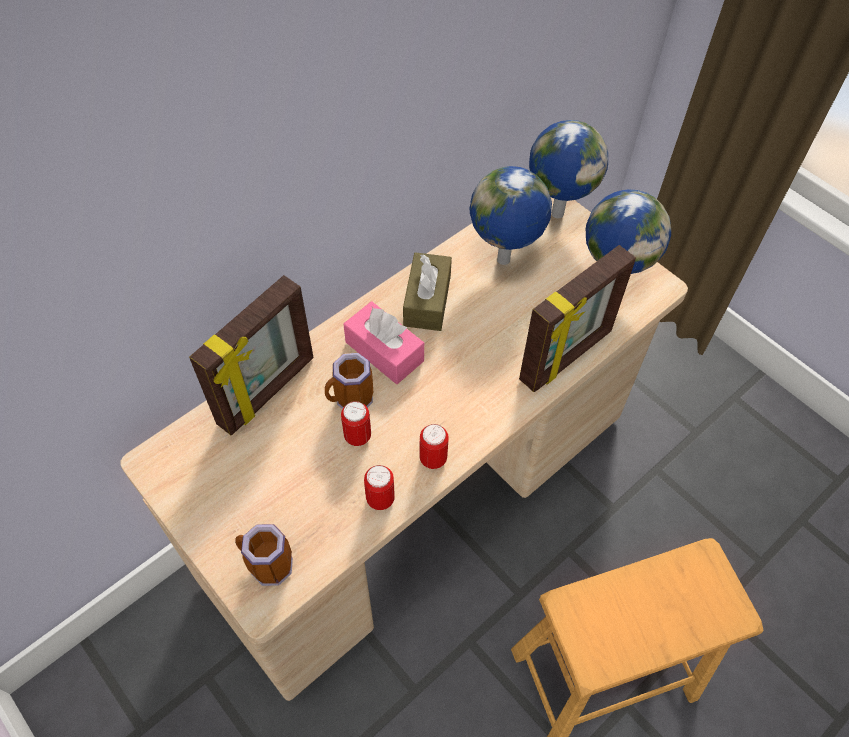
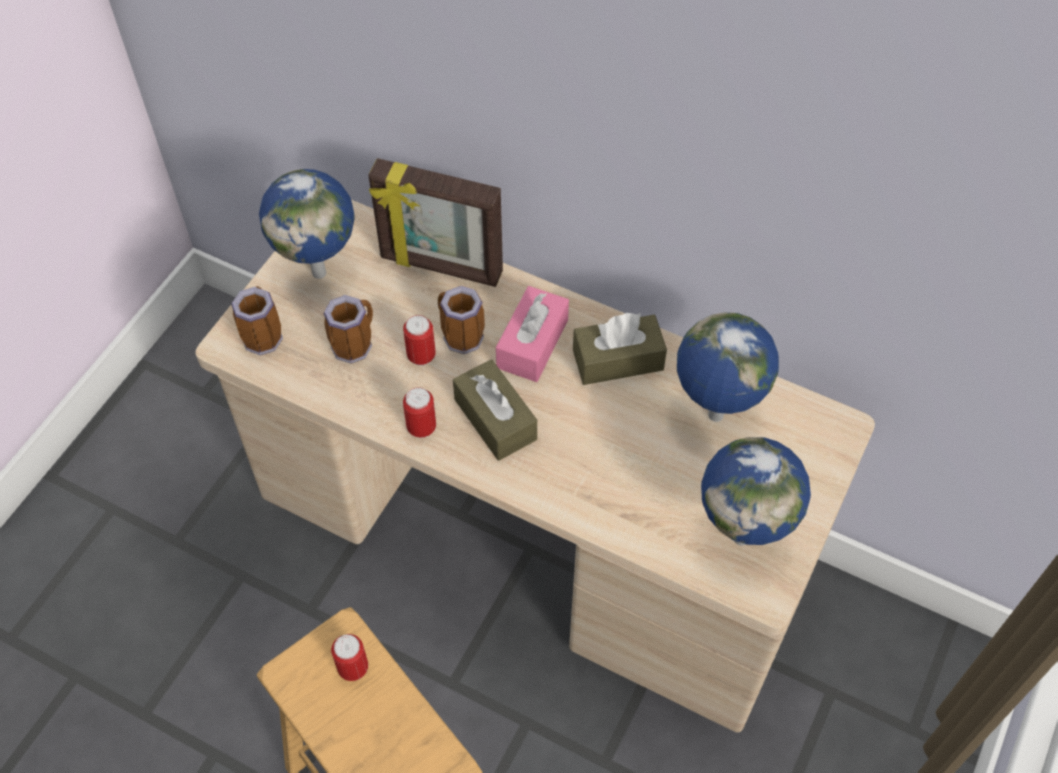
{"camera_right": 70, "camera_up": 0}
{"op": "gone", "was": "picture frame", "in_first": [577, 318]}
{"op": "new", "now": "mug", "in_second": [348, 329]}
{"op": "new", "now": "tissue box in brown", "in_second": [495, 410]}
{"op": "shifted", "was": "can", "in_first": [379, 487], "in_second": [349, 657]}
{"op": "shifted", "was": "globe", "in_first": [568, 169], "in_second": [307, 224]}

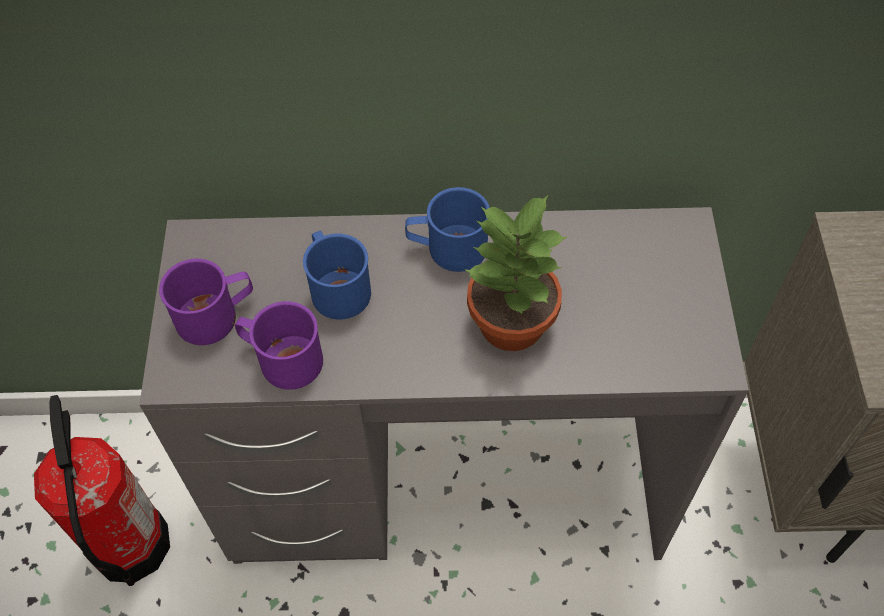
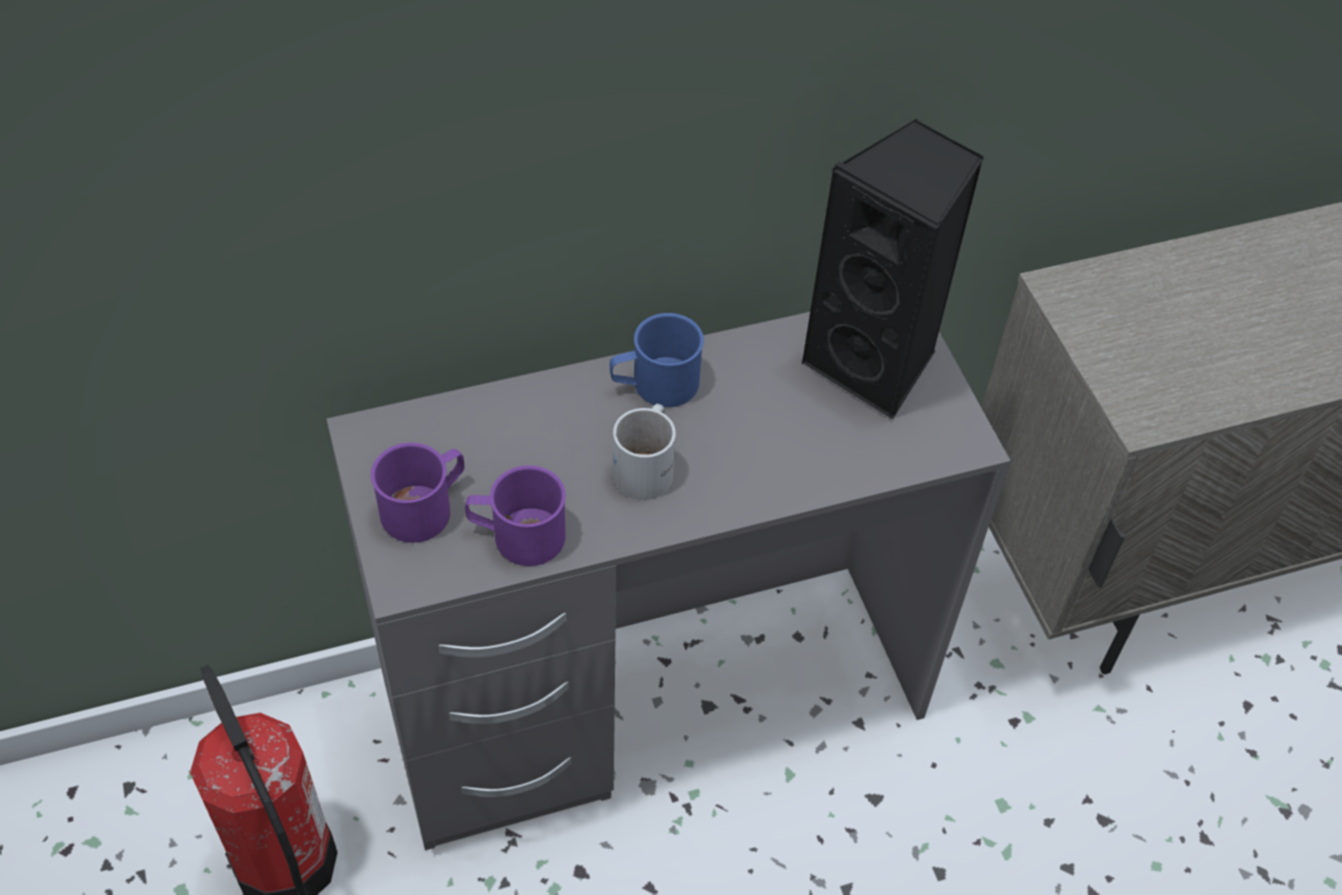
{"camera_right": -20, "camera_up": -5}
{"op": "gone", "was": "mug in blue", "in_first": [337, 275]}
{"op": "gone", "was": "potted plant", "in_first": [515, 272]}
{"op": "new", "now": "mug in white", "in_second": [644, 452]}
{"op": "new", "now": "speaker in black", "in_second": [892, 270]}

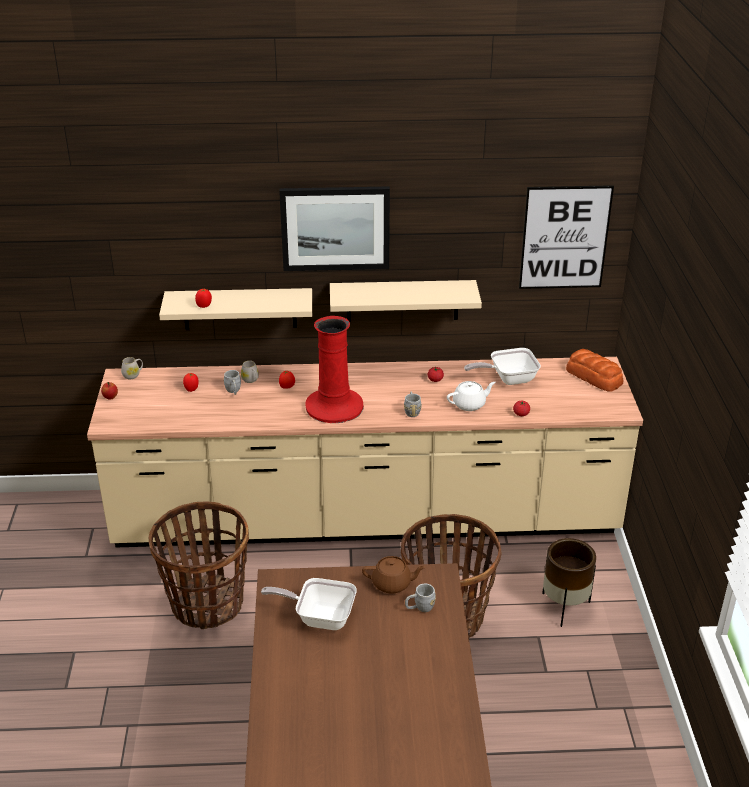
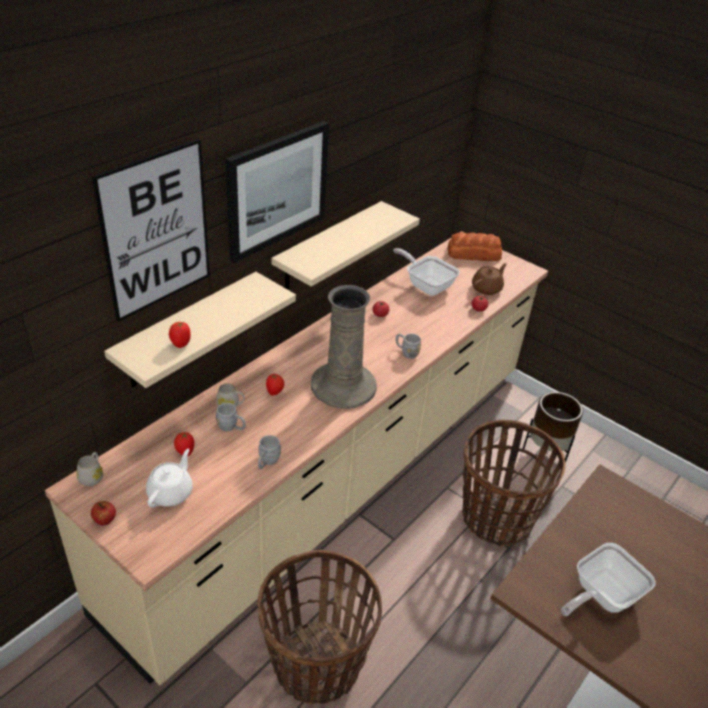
{"camera_right": -50, "camera_up": 5}
{"op": "shifted", "was": "teapot in brown", "in_first": [394, 575], "in_second": [489, 279]}
{"op": "shifted", "was": "mug in grey", "in_first": [420, 598], "in_second": [269, 452]}
{"op": "shifted", "was": "teapot in white", "in_first": [471, 396], "in_second": [169, 478]}
{"op": "shifted", "was": "picture", "in_first": [566, 237], "in_second": [151, 230]}
{"op": "repainted", "was": "vase in red", "now": "vase in beige", "in_first": [334, 369], "in_second": [344, 347]}
{"op": "rotated", "was": "frying pan", "in_first": [502, 366], "in_second": [426, 272], "clockwise": 105}

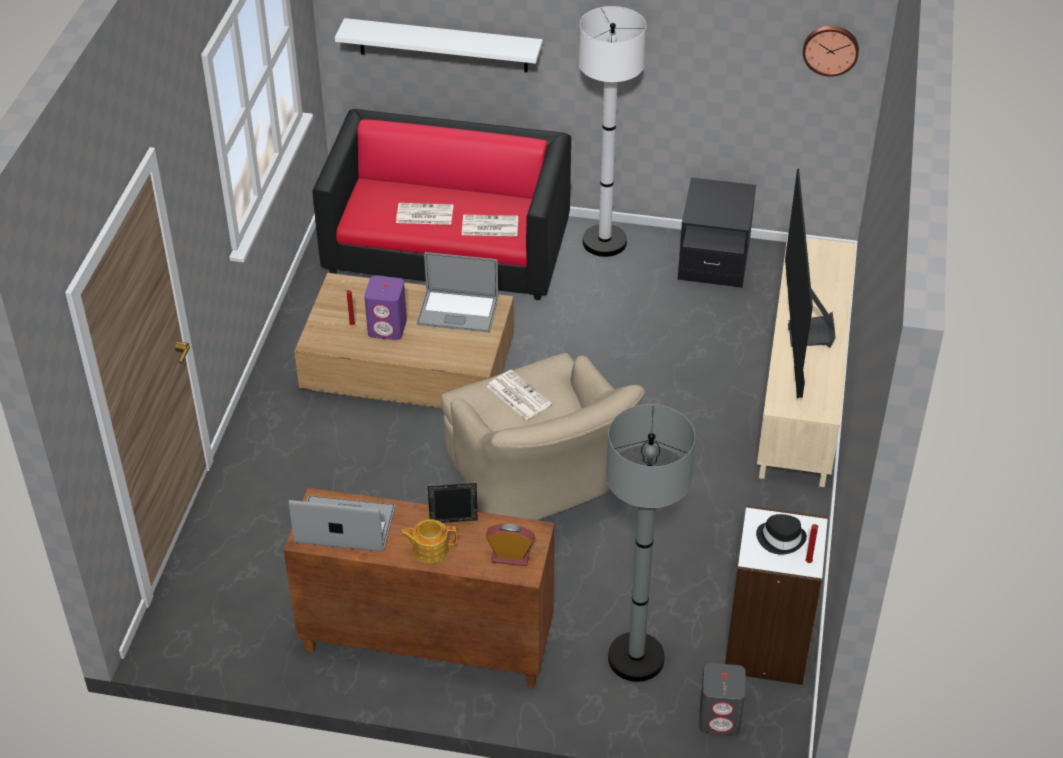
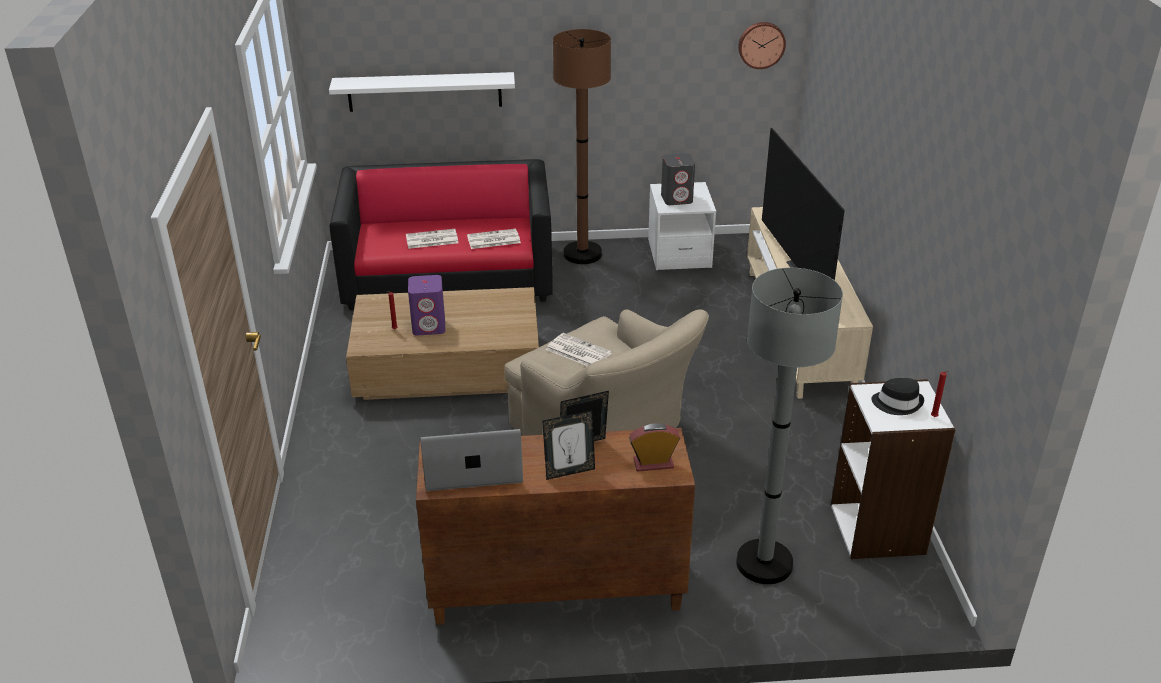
{"camera_right": -15, "camera_up": -10}
{"op": "gone", "was": "laptop", "in_first": [457, 292]}
{"op": "shifted", "was": "speaker in grey", "in_first": [722, 699], "in_second": [678, 179]}
{"op": "swapped", "was": "teapot", "now": "picture frame", "in_first": [428, 541], "in_second": [568, 445]}
{"op": "repainted", "was": "floor lamp in white", "now": "floor lamp in brown", "in_first": [612, 131], "in_second": [582, 146]}
{"op": "repainted", "was": "nightstand in black", "now": "nightstand in white", "in_first": [717, 232], "in_second": [682, 226]}

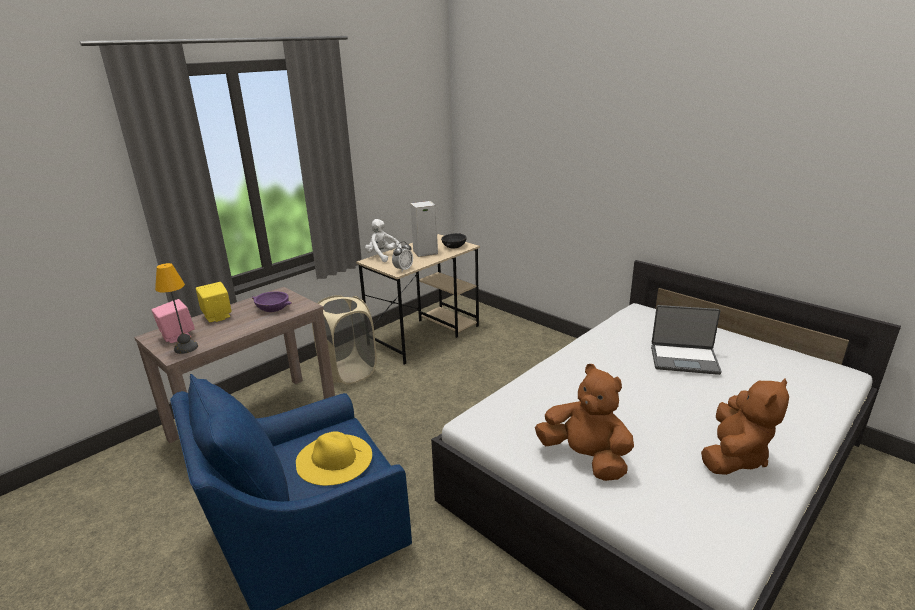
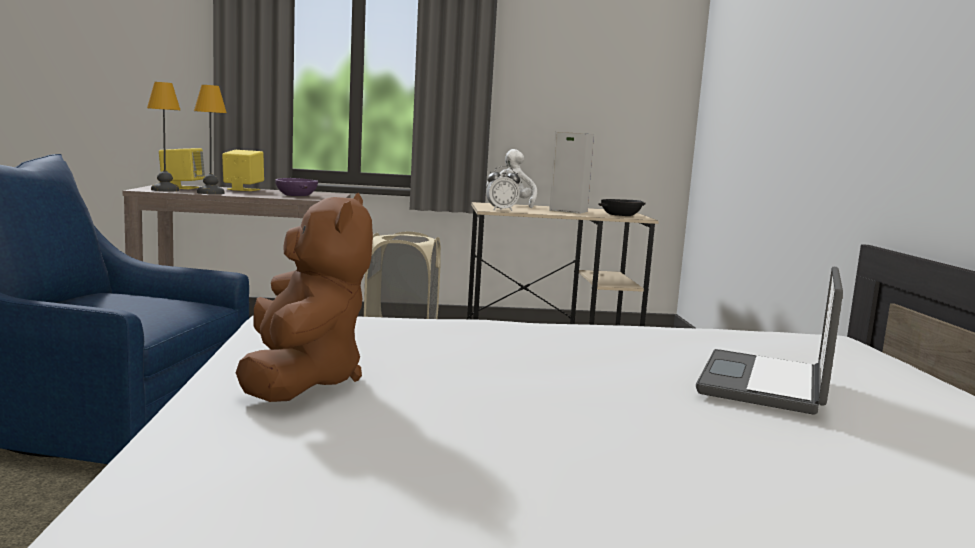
{"camera_right": 40, "camera_up": -15}
{"op": "gone", "was": "hat in yellow", "in_first": [334, 458]}
{"op": "gone", "was": "plush toy in brown", "in_first": [745, 427]}
{"op": "new", "now": "table lamp", "in_second": [210, 139]}
{"op": "repainted", "was": "speaker in pink", "now": "speaker in yellow", "in_first": [173, 321], "in_second": [182, 168]}
{"op": "rotated", "was": "laptop", "in_first": [686, 340], "in_second": [769, 341], "clockwise": 60}

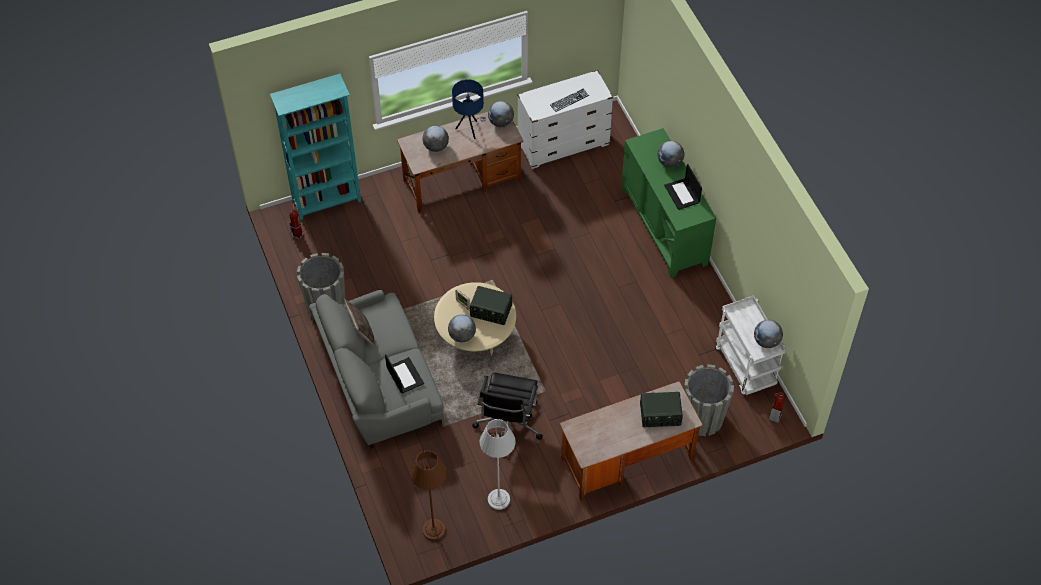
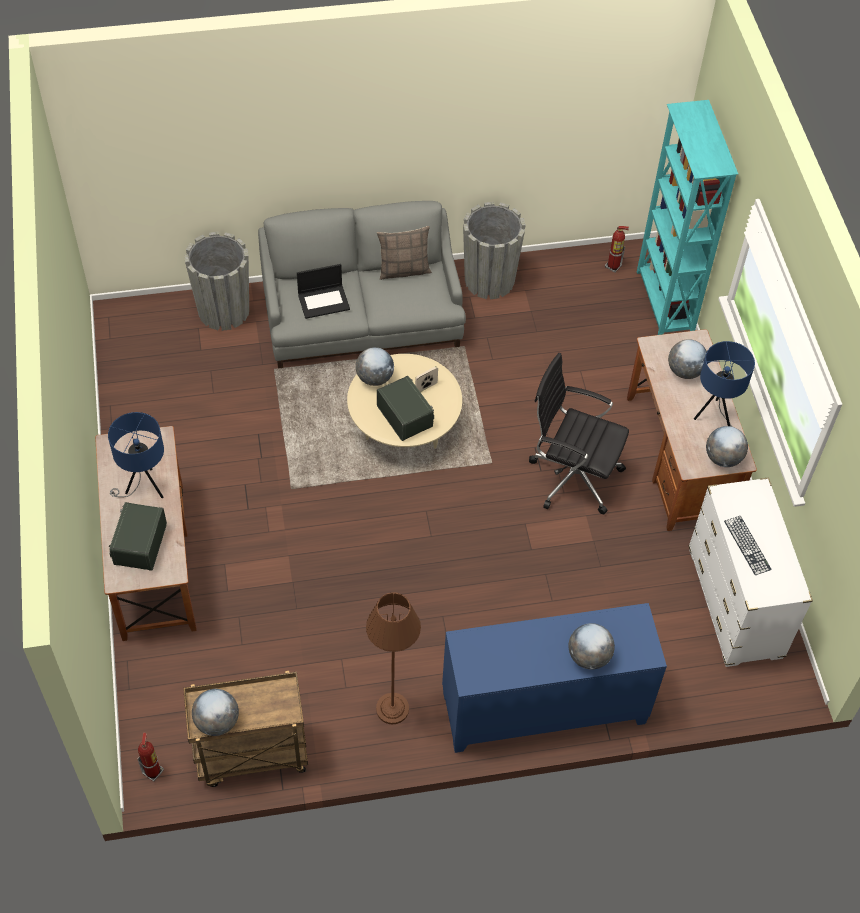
{"camera_right": 100, "camera_up": 0}
{"op": "gone", "was": "floor lamp in grey", "in_first": [497, 464]}
{"op": "gone", "was": "laptop", "in_first": [683, 187]}
{"op": "new", "now": "table lamp in blue", "in_second": [136, 455]}
{"op": "shifted", "was": "floor lamp in brown", "in_first": [428, 495], "in_second": [393, 658]}
{"op": "shifted", "was": "office chair in black", "in_first": [507, 406], "in_second": [579, 434]}
{"op": "shifted", "was": "planter in grey", "in_first": [709, 400], "in_second": [216, 281]}
{"op": "repainted", "was": "cabinet in green", "now": "cabinet in blue", "in_first": [669, 203], "in_second": [554, 678]}
{"op": "repainted", "was": "cart in white", "now": "cart in brown", "in_first": [750, 345], "in_second": [245, 729]}
{"op": "rotated", "was": "radio", "in_first": [491, 305], "in_second": [405, 408], "clockwise": 120}

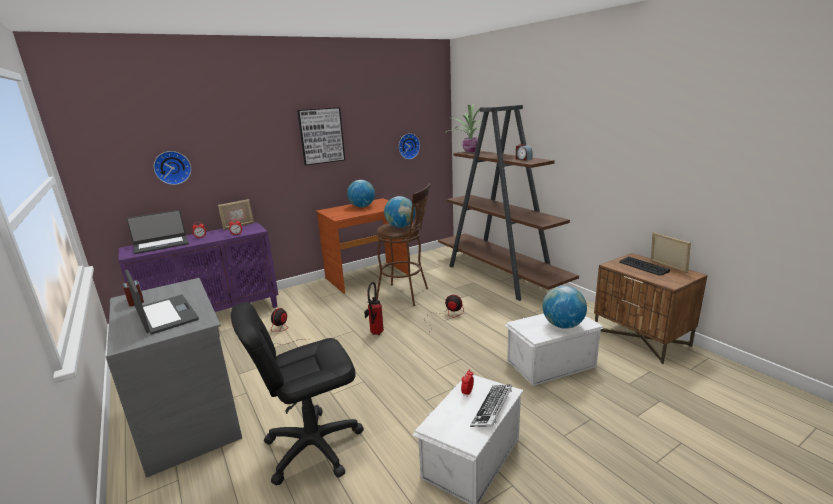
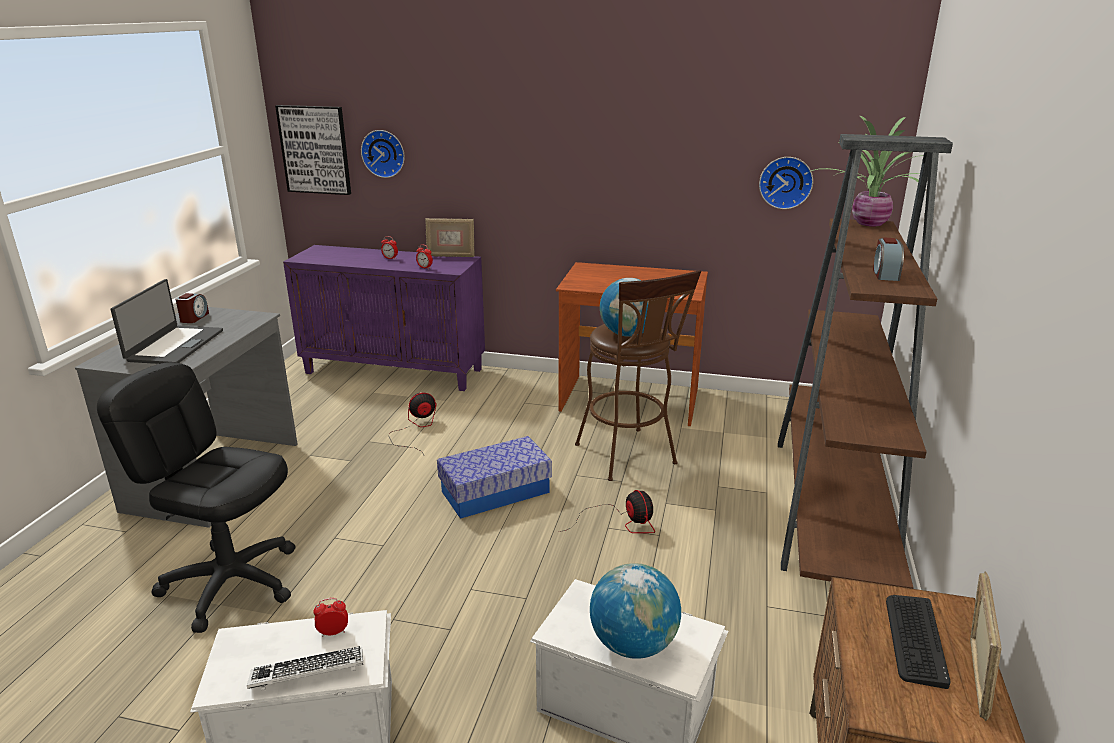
{"camera_right": 45, "camera_up": 5}
{"op": "gone", "was": "laptop", "in_first": [157, 232]}
{"op": "gone", "was": "globe", "in_first": [361, 194]}
{"op": "shifted", "was": "picture", "in_first": [321, 136], "in_second": [313, 150]}
{"op": "swapped", "was": "fire extinguisher", "now": "storage box", "in_first": [374, 308], "in_second": [494, 477]}

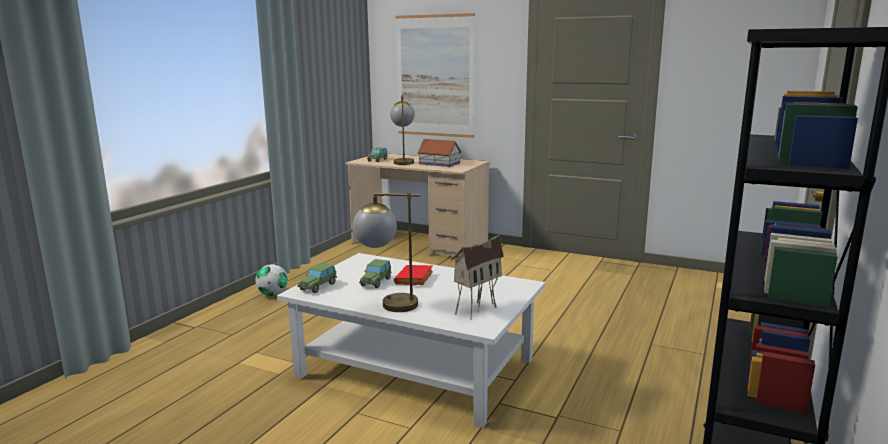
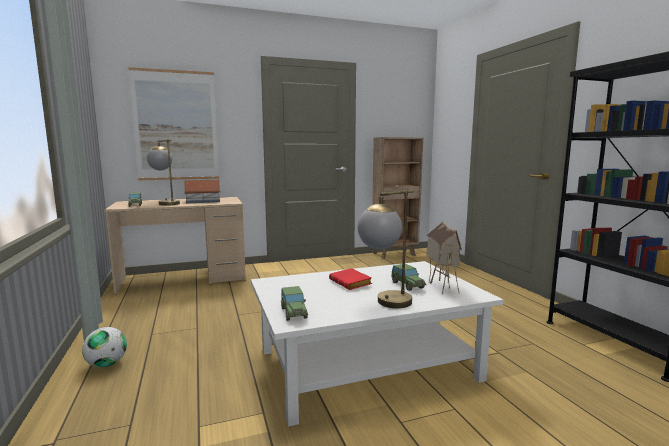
{"camera_right": -45, "camera_up": -5}
{"op": "new", "now": "bookcase in brown", "in_second": [397, 198]}
{"op": "shifted", "was": "toy car", "in_first": [375, 273], "in_second": [408, 277]}

